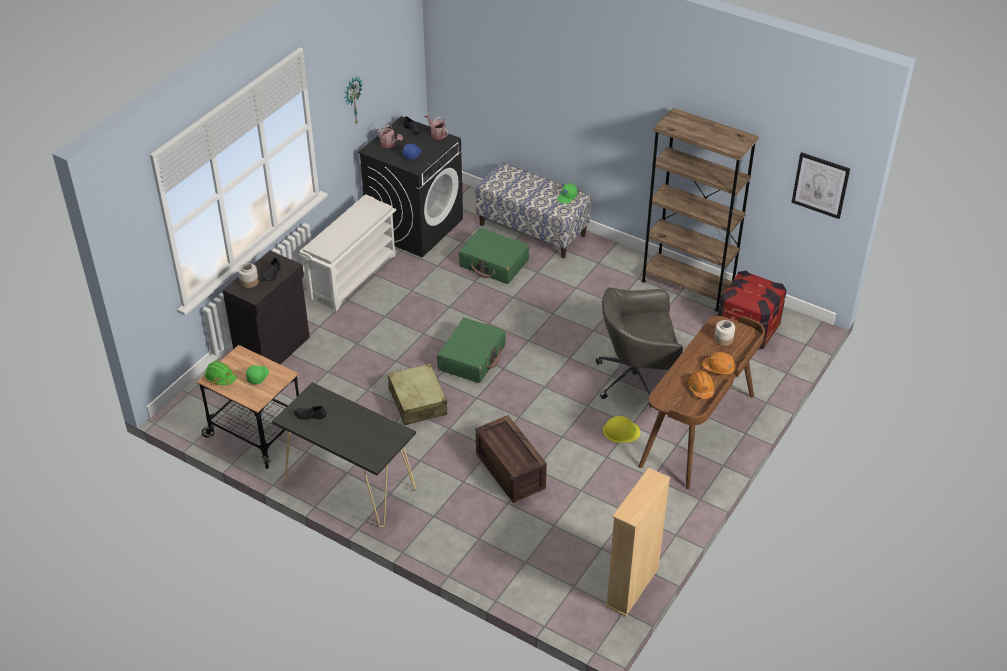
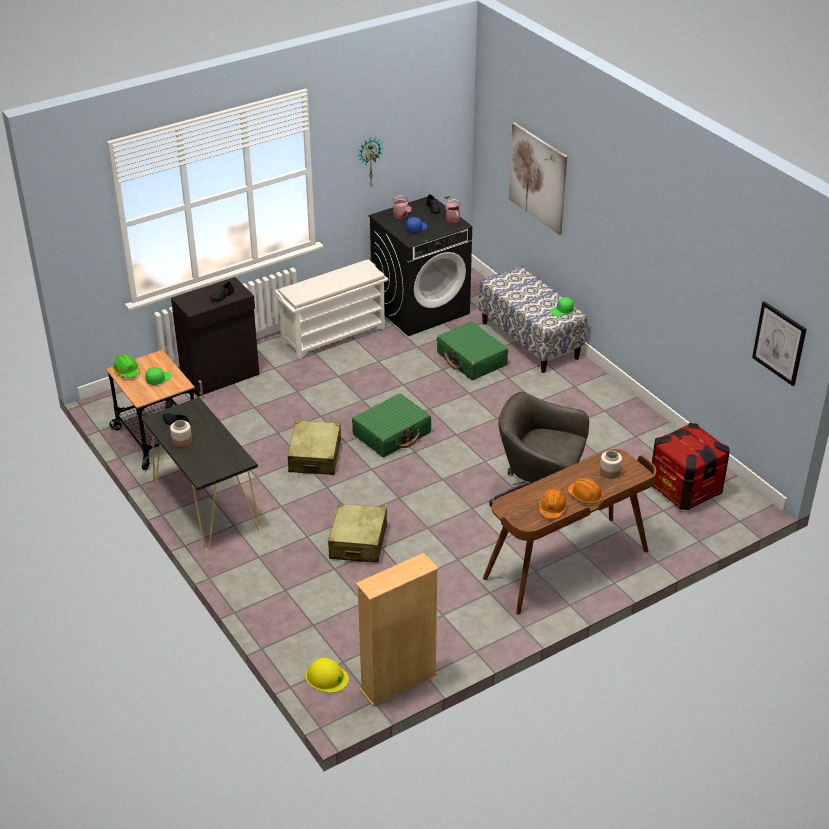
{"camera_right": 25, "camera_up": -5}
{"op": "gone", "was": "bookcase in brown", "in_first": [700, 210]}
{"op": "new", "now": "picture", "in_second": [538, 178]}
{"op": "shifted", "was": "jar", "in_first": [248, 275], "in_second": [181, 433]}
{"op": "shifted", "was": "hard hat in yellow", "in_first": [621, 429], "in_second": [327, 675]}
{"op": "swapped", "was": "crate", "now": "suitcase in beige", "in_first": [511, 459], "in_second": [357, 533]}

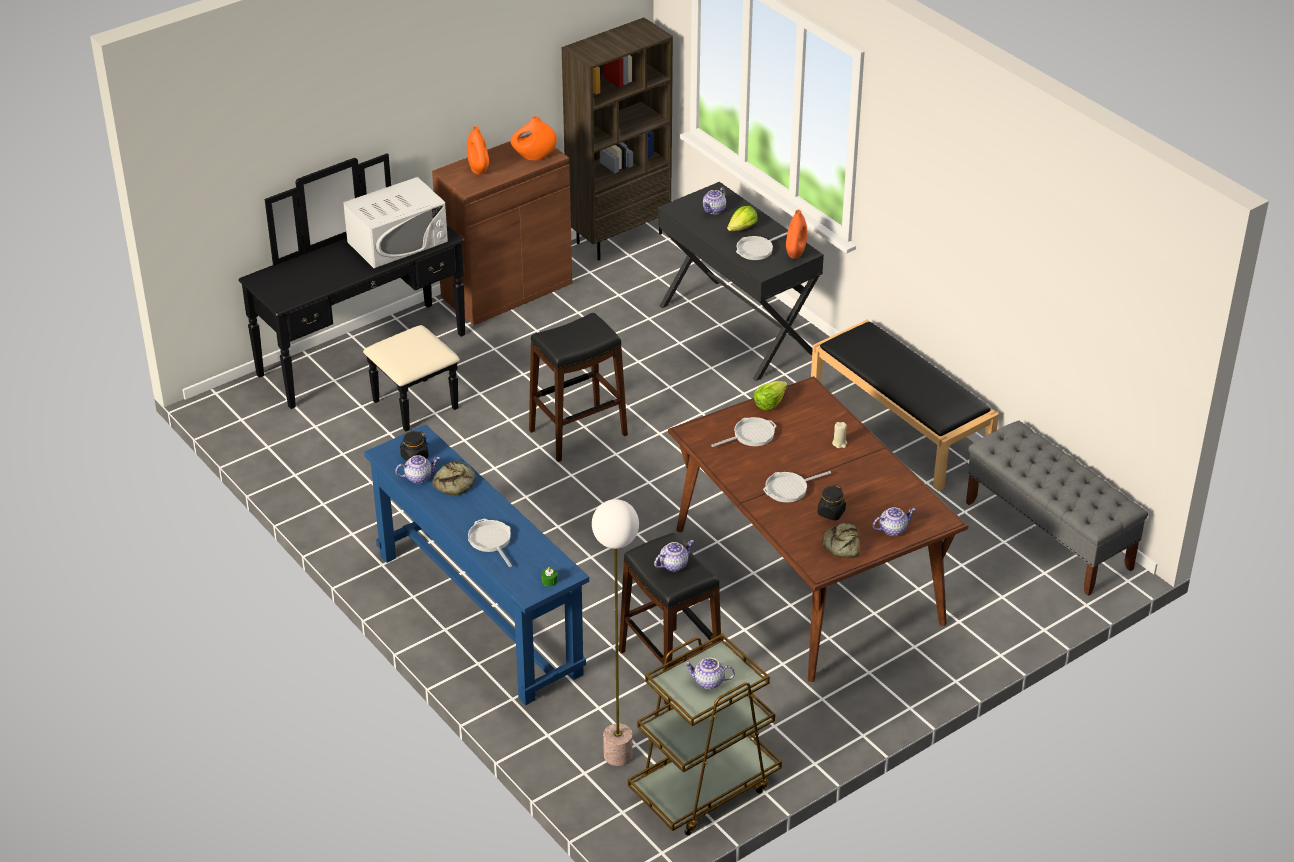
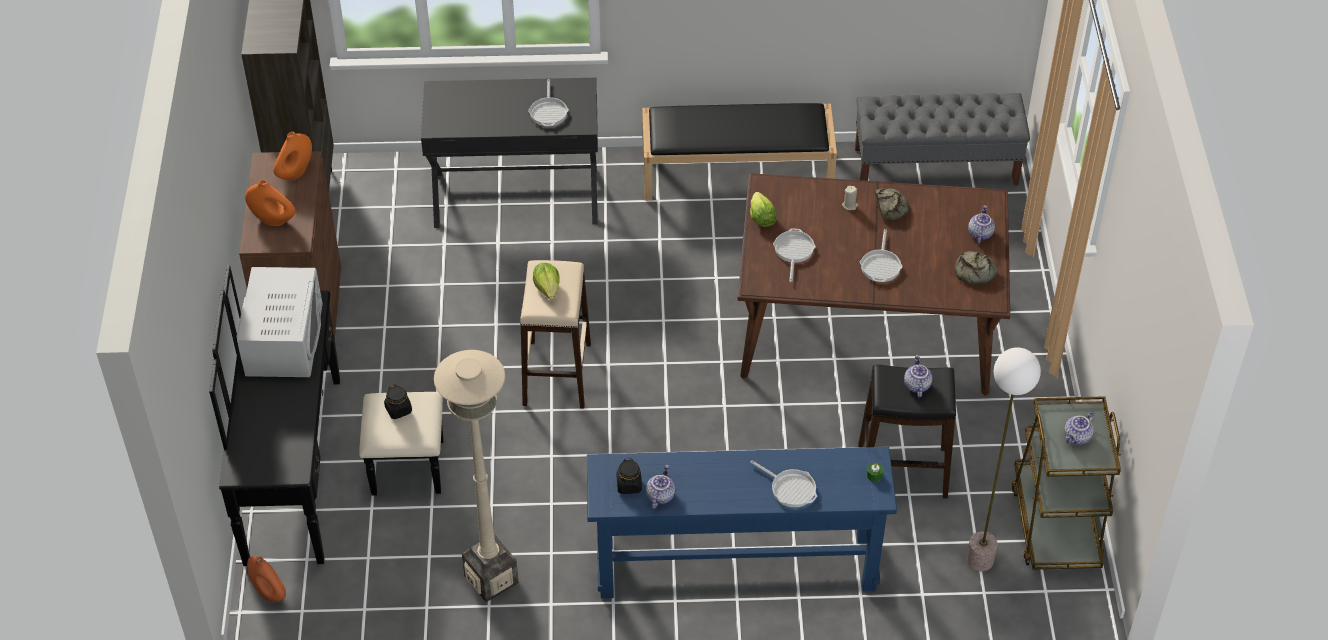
{"camera_right": -55, "camera_up": 10}
{"op": "gone", "was": "teapot", "in_first": [714, 200]}
{"op": "new", "now": "floor lamp in beige", "in_second": [476, 476]}
{"op": "shifted", "was": "bread", "in_first": [454, 479], "in_second": [892, 204]}
{"op": "shifted", "was": "lettuce", "in_first": [742, 218], "in_second": [546, 281]}
{"op": "shifted", "was": "vase in orange", "in_first": [797, 234], "in_second": [266, 579]}
{"op": "shifted", "was": "jar in black", "in_first": [832, 503], "in_second": [398, 401]}
{"op": "repainted", "was": "stool in black", "now": "stool in beige", "in_first": [578, 387], "in_second": [555, 334]}
{"op": "rotated", "was": "frying pan", "in_first": [490, 543], "in_second": [783, 483], "clockwise": -150}

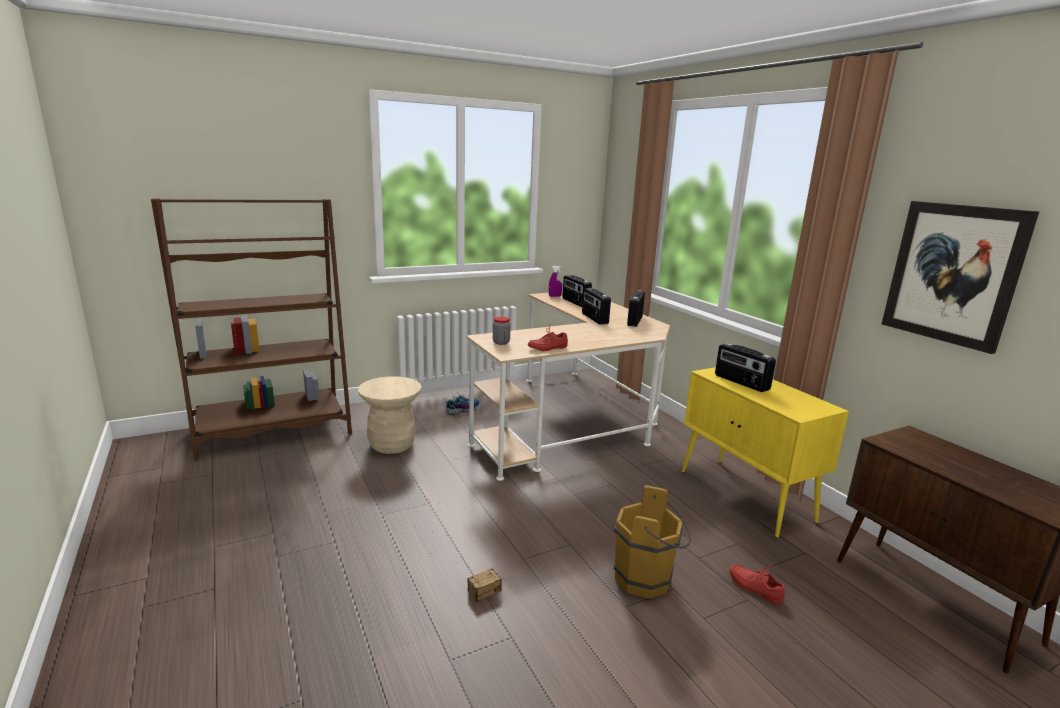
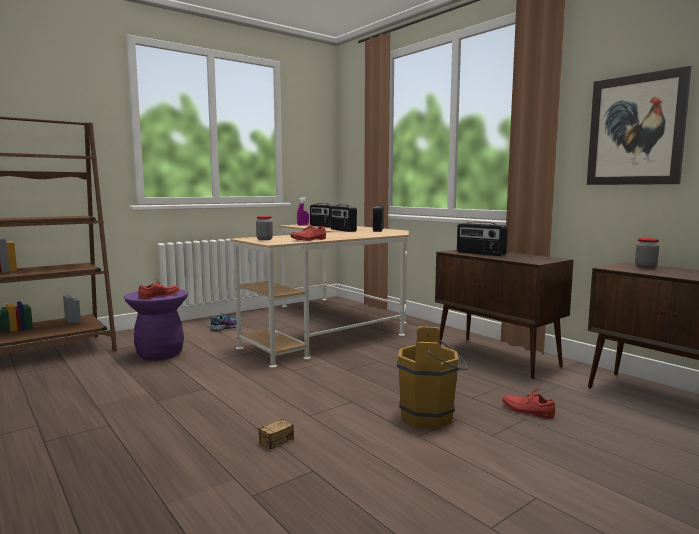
{"camera_right": -10, "camera_up": -10}
{"op": "new", "now": "shoe in red", "in_second": [159, 289]}
{"op": "new", "now": "jar", "in_second": [647, 253]}
{"op": "repainted", "was": "stool in beige", "now": "stool in purple", "in_first": [389, 415], "in_second": [156, 325]}
{"op": "repainted", "was": "cabinet in yellow", "now": "cabinet in brown", "in_first": [765, 452], "in_second": [504, 314]}

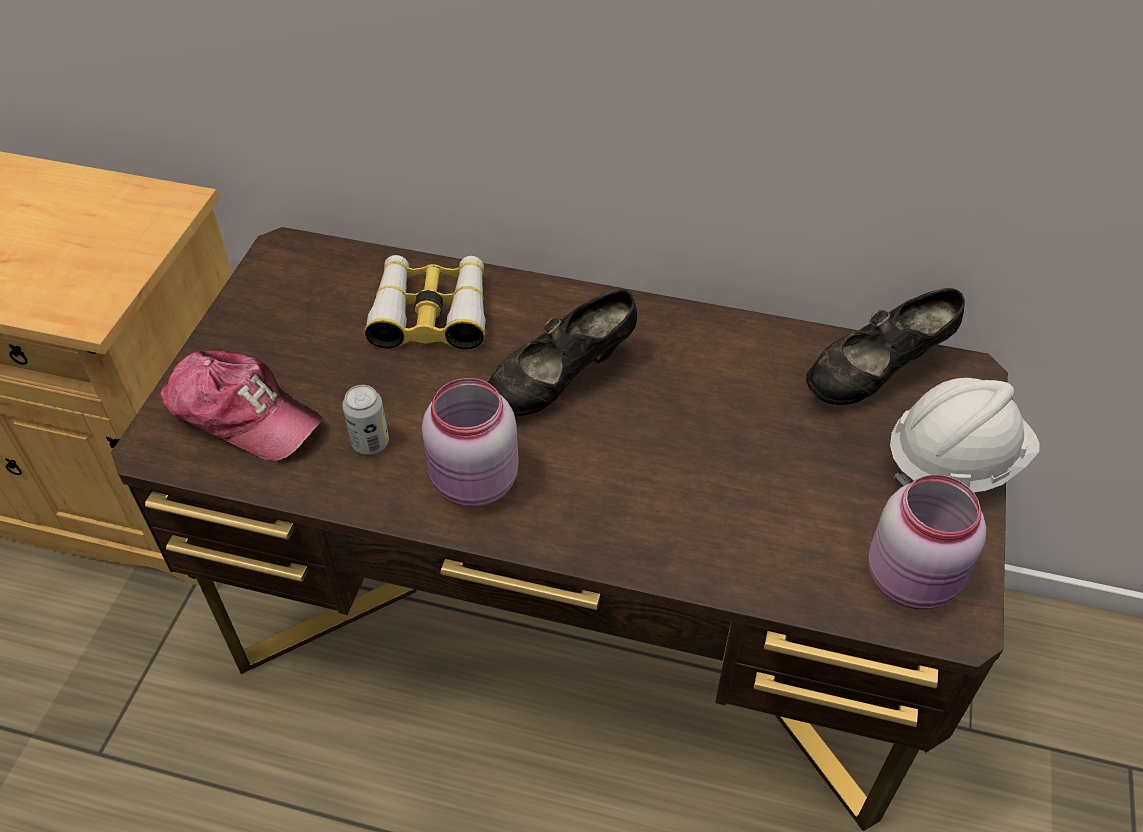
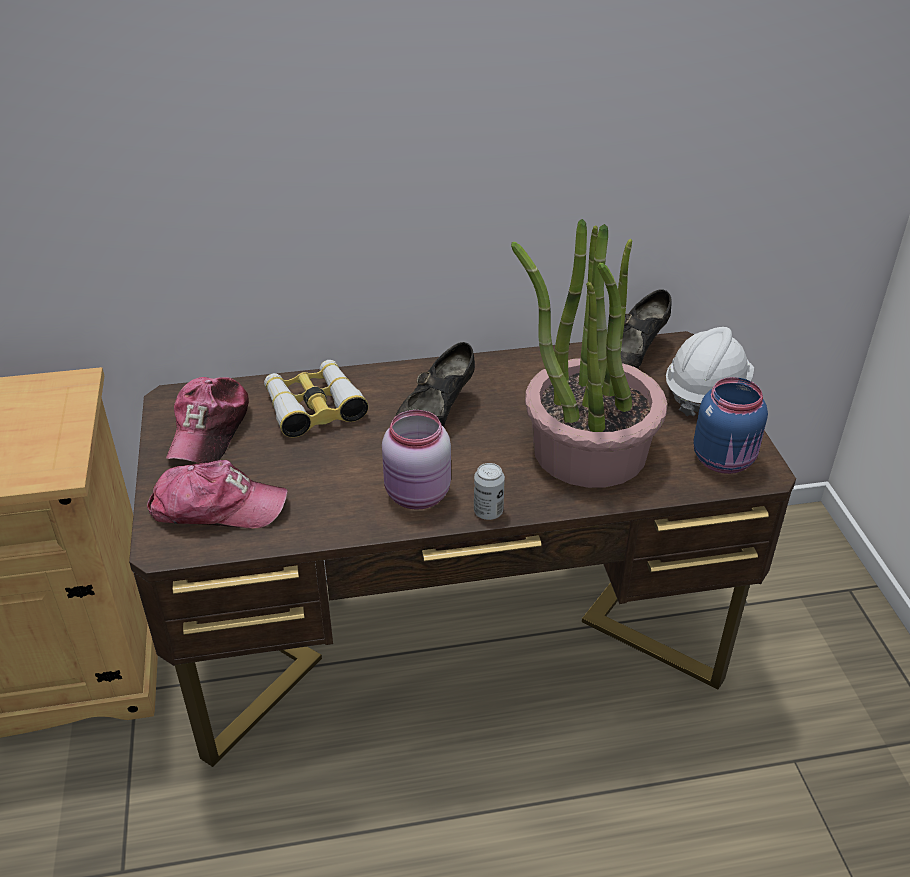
{"camera_right": -25, "camera_up": -10}
{"op": "new", "now": "cap", "in_second": [207, 420]}
{"op": "new", "now": "potted plant", "in_second": [589, 353]}
{"op": "shifted", "was": "can", "in_first": [365, 420], "in_second": [489, 491]}
{"op": "repainted", "was": "jar in pink", "now": "jar in blue", "in_first": [927, 542], "in_second": [730, 425]}

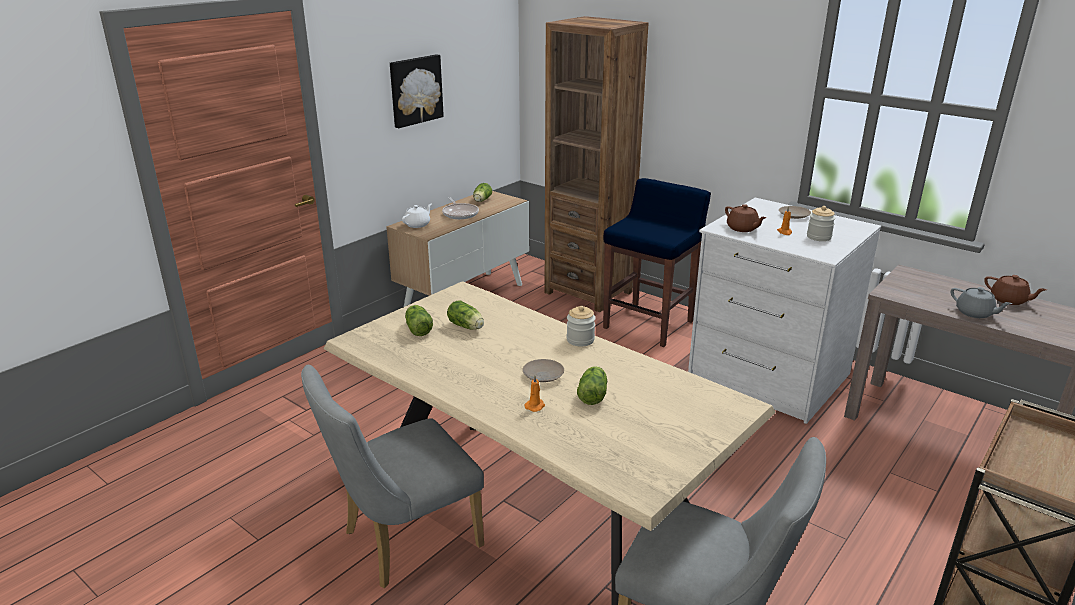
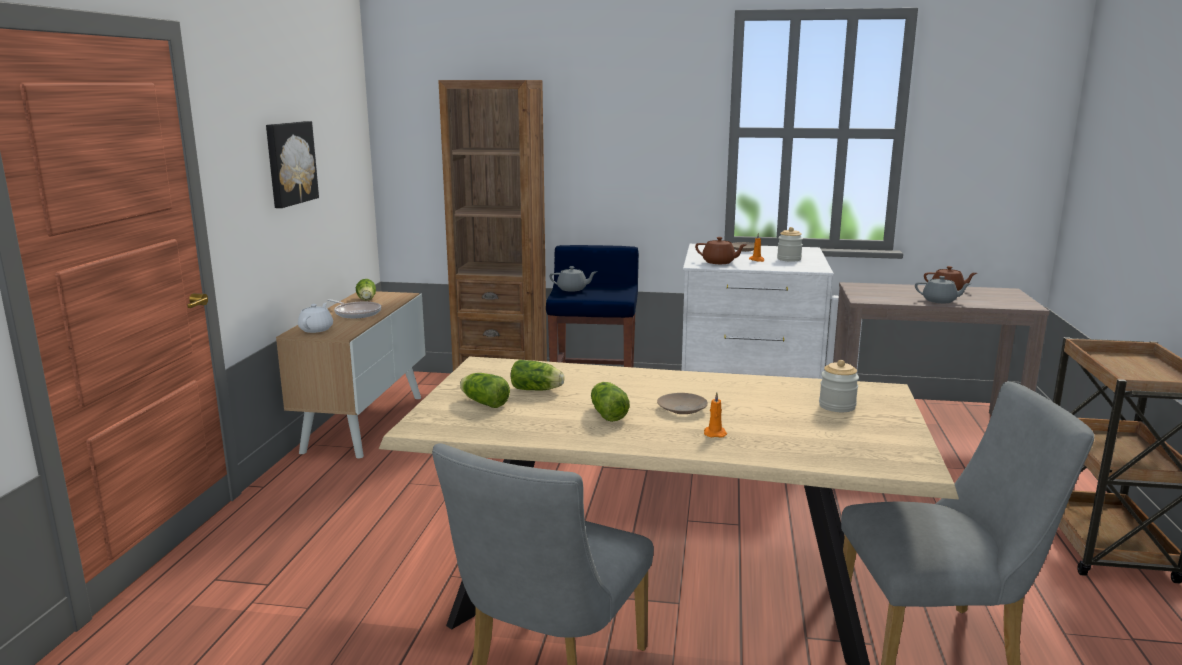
{"camera_right": -30, "camera_up": -10}
{"op": "new", "now": "teapot in grey", "in_second": [573, 278]}
{"op": "shifted", "was": "jar", "in_first": [580, 326], "in_second": [839, 386]}
{"op": "shifted", "was": "lettuce", "in_first": [592, 385], "in_second": [610, 402]}

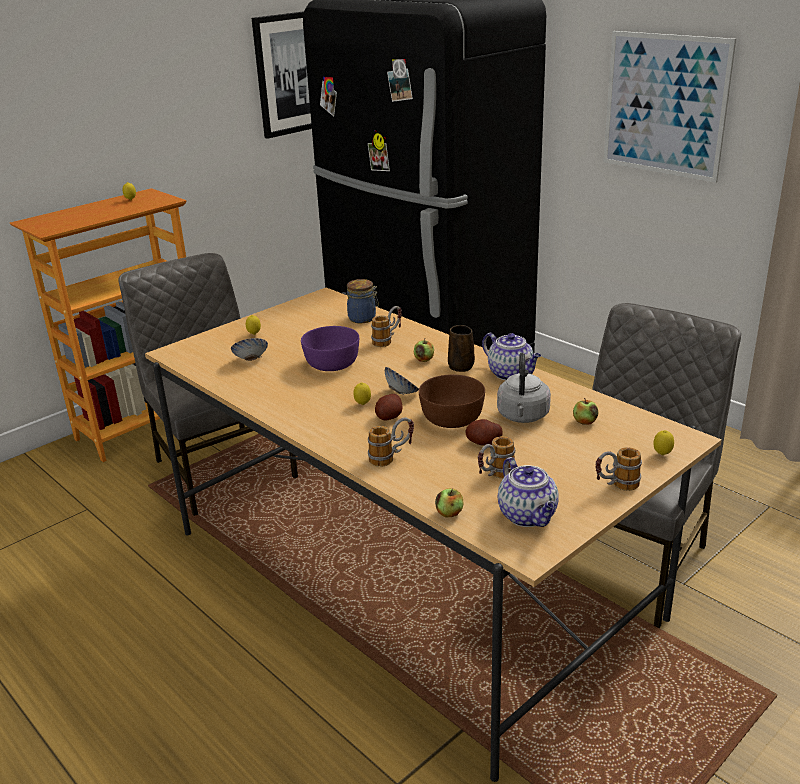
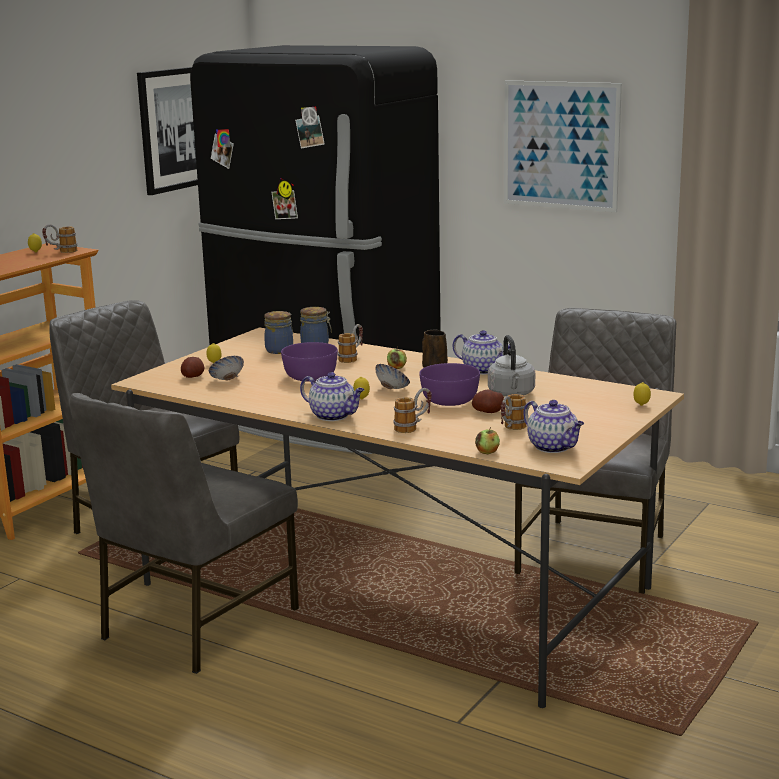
{"camera_right": -15, "camera_up": -10}
{"op": "gone", "was": "apple", "in_first": [585, 411]}
{"op": "new", "now": "chair in grey", "in_second": [184, 533]}
{"op": "new", "now": "jar", "in_second": [278, 332]}
{"op": "new", "now": "teapot", "in_second": [332, 396]}
{"op": "shifted", "was": "potato", "in_first": [388, 407], "in_second": [192, 367]}
{"op": "shifted", "was": "mug", "in_first": [618, 469], "in_second": [59, 238]}
{"op": "repainted", "was": "bowl in brown", "now": "bowl in purple", "in_first": [452, 401], "in_second": [449, 384]}

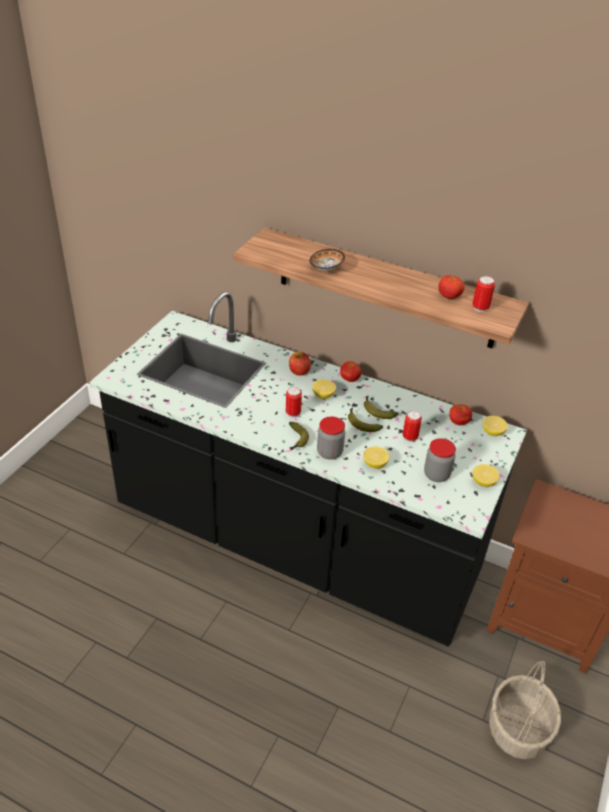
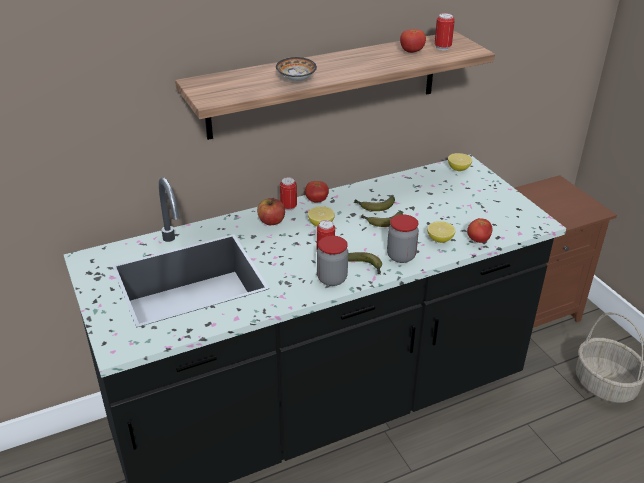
{"camera_right": -50, "camera_up": -5}
{"op": "gone", "was": "lemon", "in_first": [486, 475]}
{"op": "shifted", "was": "can", "in_first": [412, 426], "in_second": [288, 194]}
{"op": "shifted", "was": "jar", "in_first": [440, 460], "in_second": [332, 261]}
{"op": "shifted", "was": "tomato", "in_first": [460, 414], "in_second": [480, 230]}

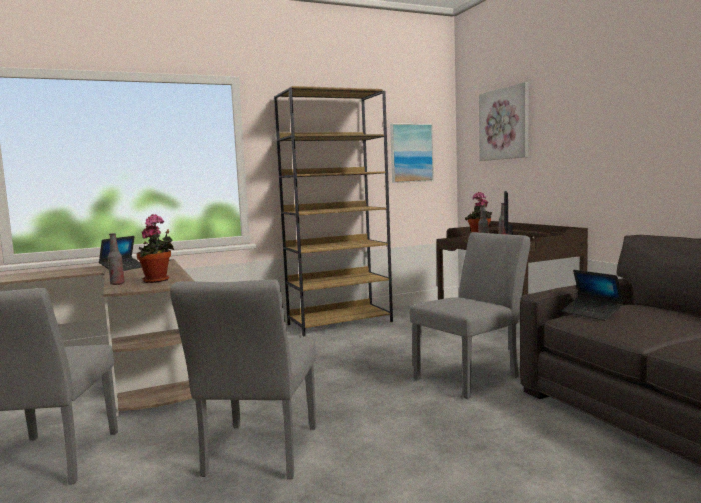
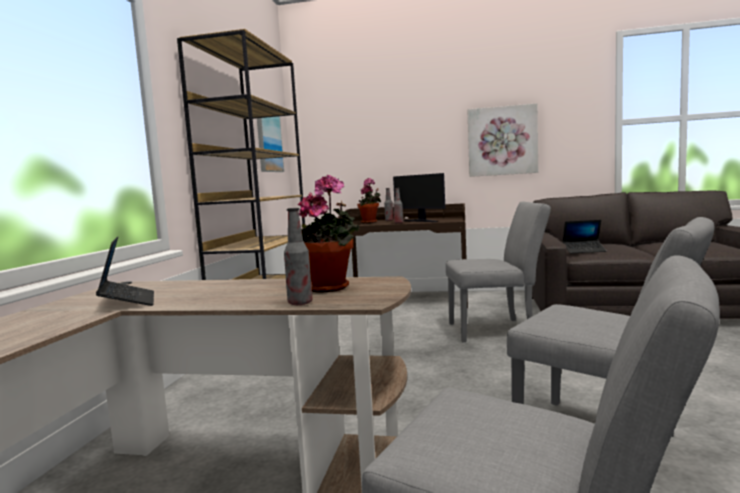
{"camera_right": -55, "camera_up": 0}
{"op": "shifted", "was": "picture", "in_first": [503, 121], "in_second": [502, 140]}
{"op": "rotated", "was": "chair in grey", "in_first": [470, 315], "in_second": [498, 272], "clockwise": 90}

